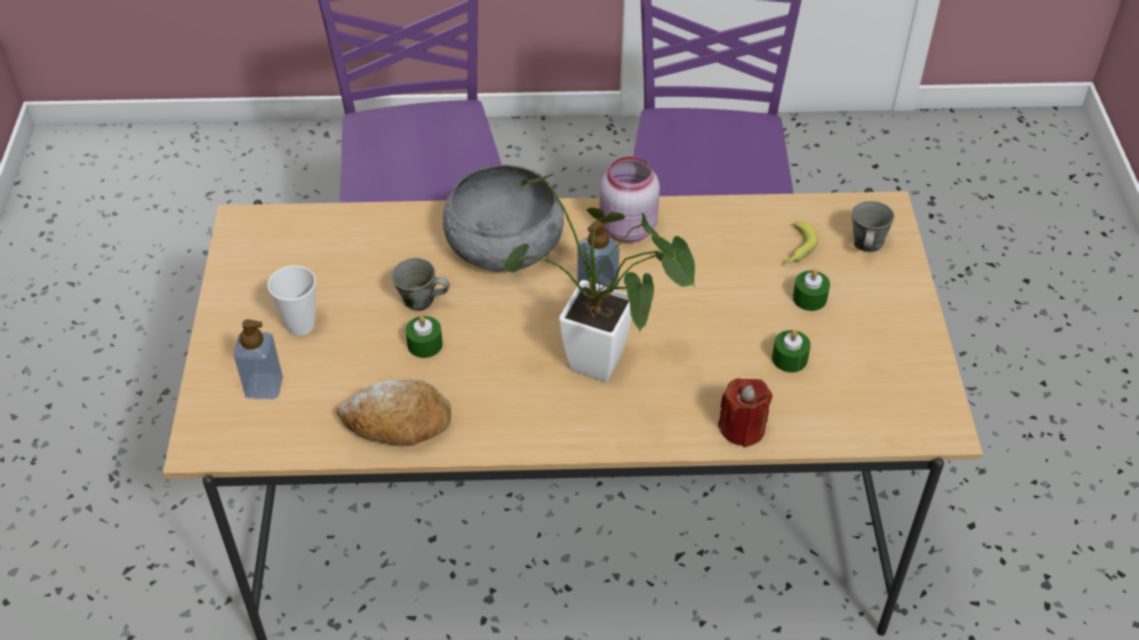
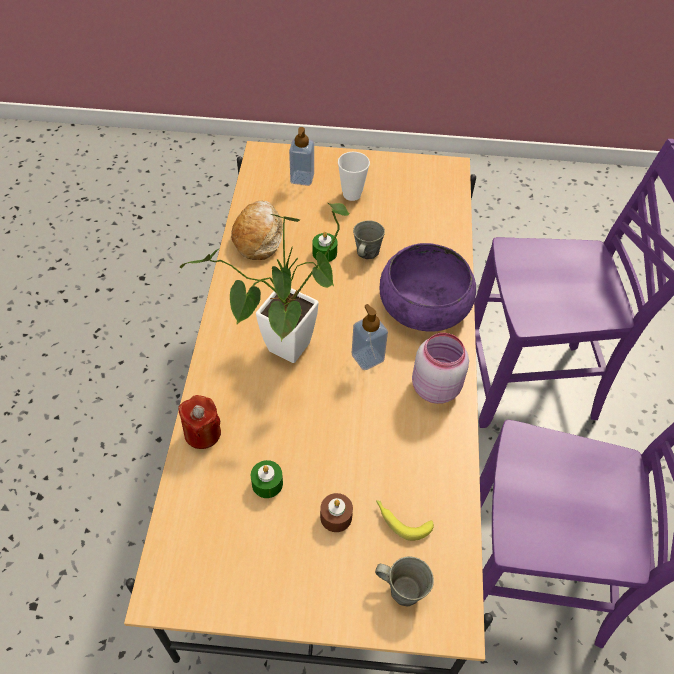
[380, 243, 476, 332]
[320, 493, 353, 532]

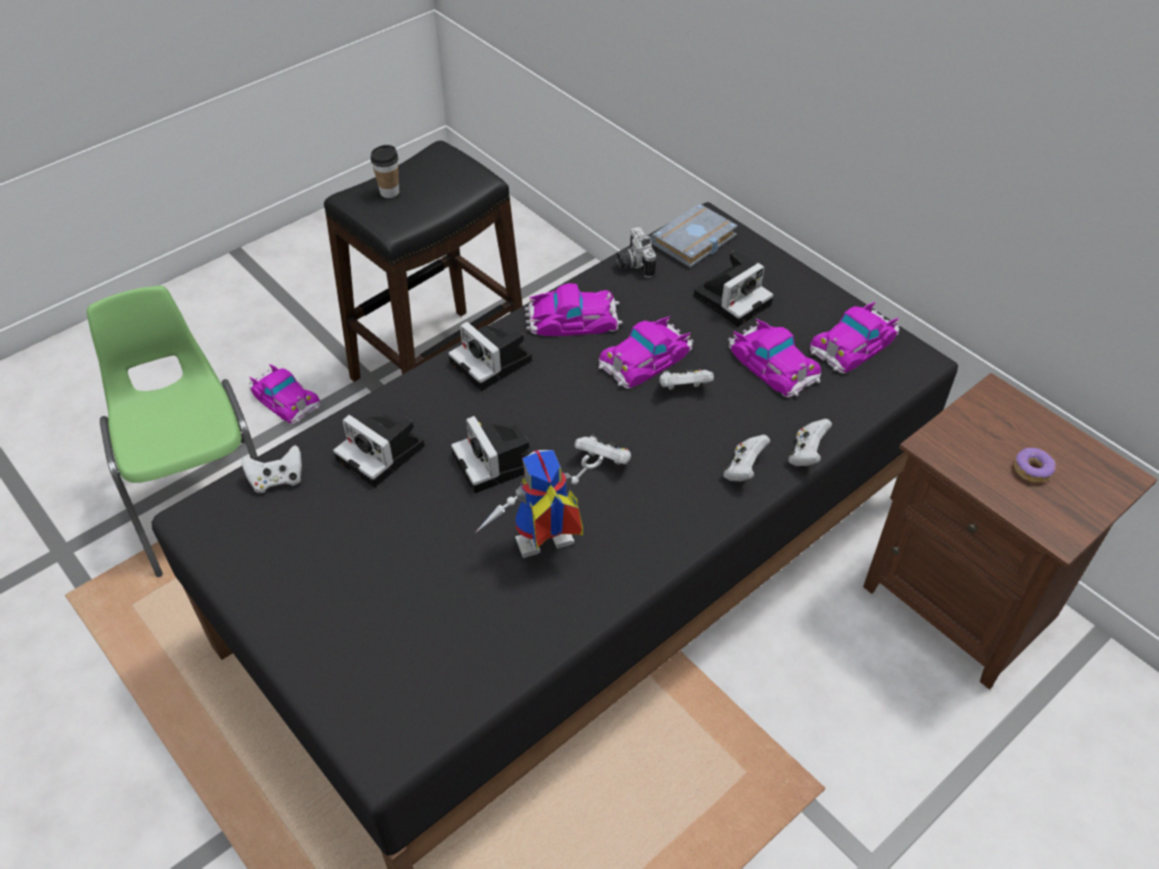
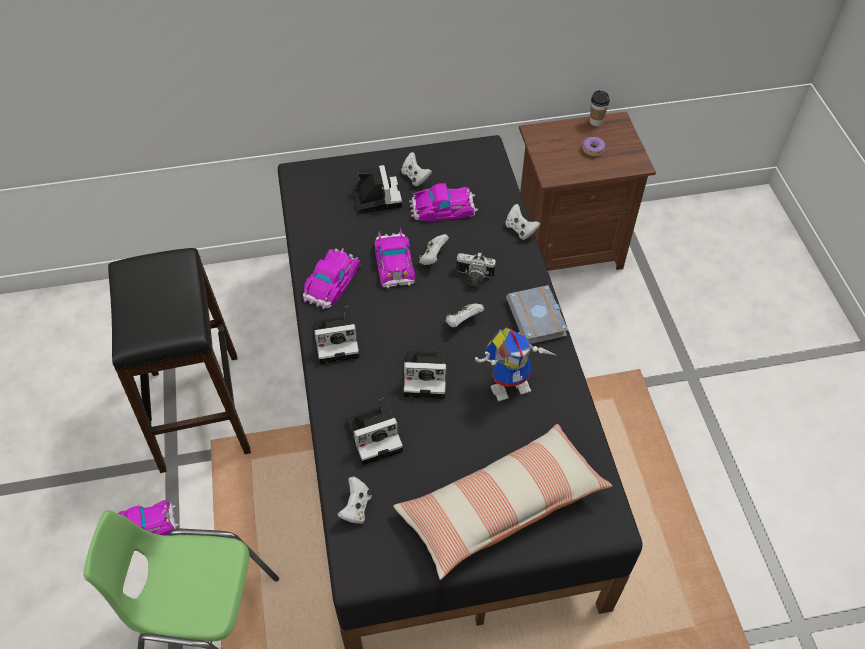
[590, 90, 610, 126]
[475, 328, 555, 401]
[456, 252, 496, 286]
[506, 285, 568, 344]
[401, 152, 432, 186]
[810, 302, 899, 374] (first image)
[393, 424, 612, 580]

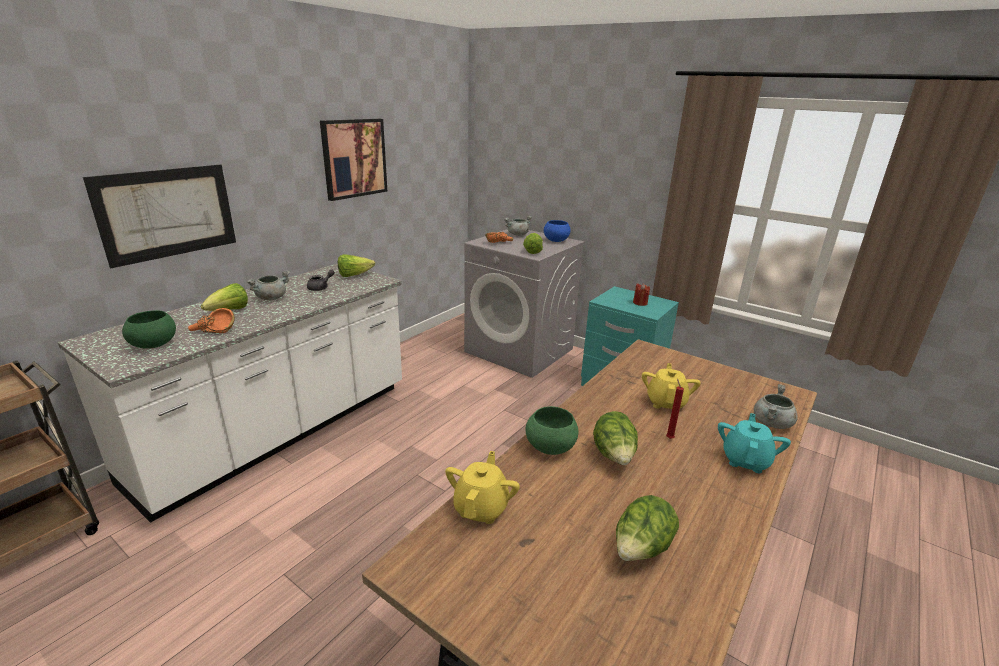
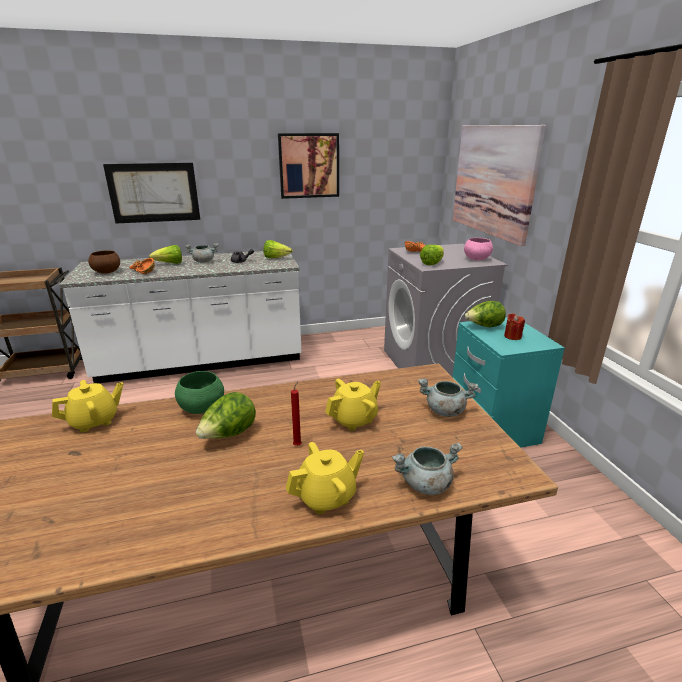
[88, 250, 120, 274]
[418, 379, 478, 417]
[464, 238, 493, 261]
[465, 301, 506, 327]
[286, 442, 364, 514]
[453, 125, 546, 246]

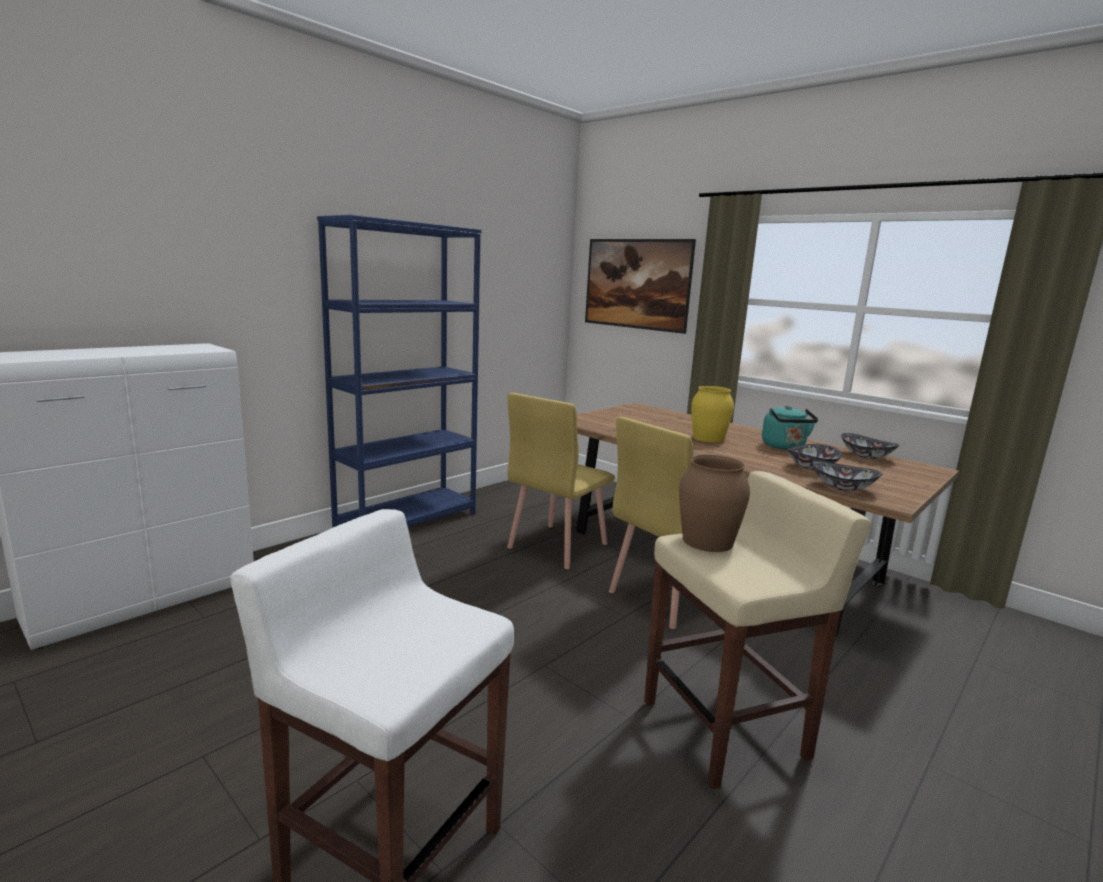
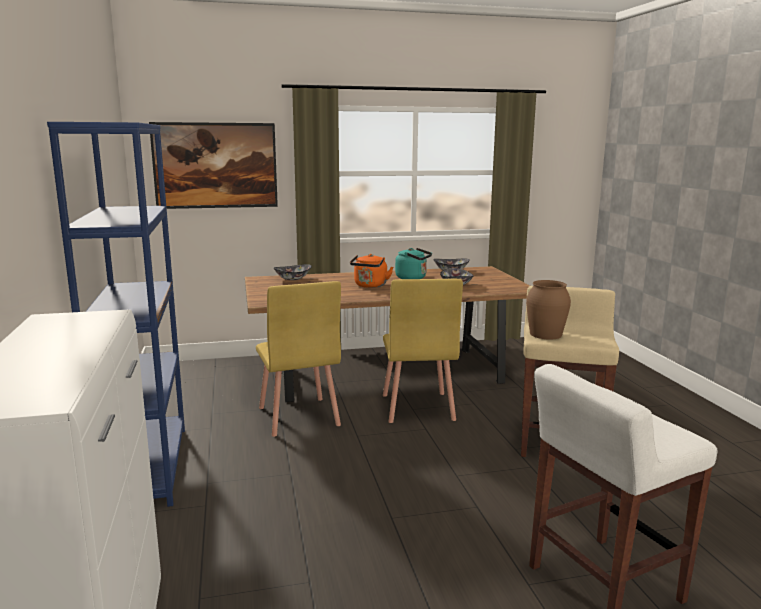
[350, 254, 393, 288]
[274, 264, 312, 280]

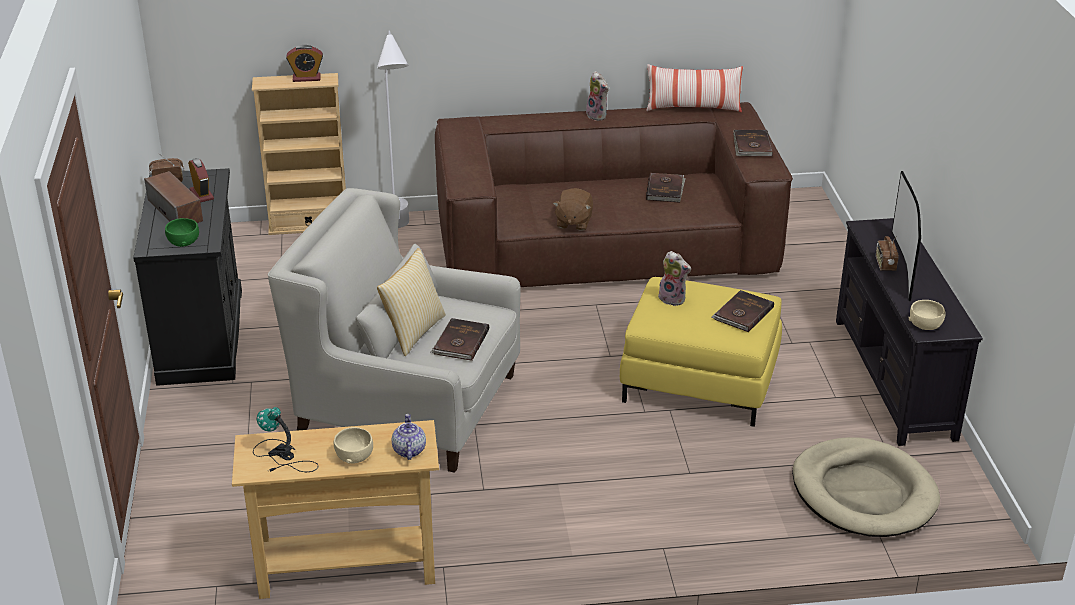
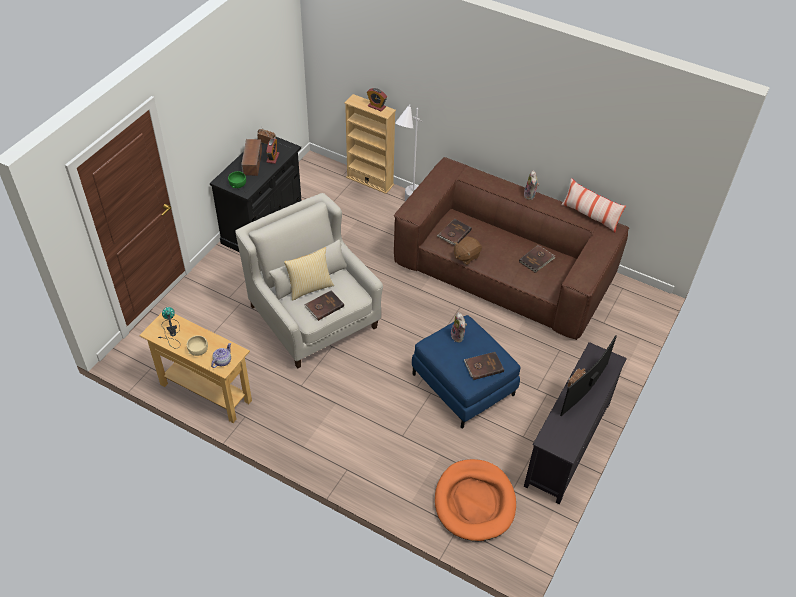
[412, 315, 521, 429]
[437, 219, 472, 246]
[435, 459, 516, 541]
[909, 300, 946, 330] (first image)

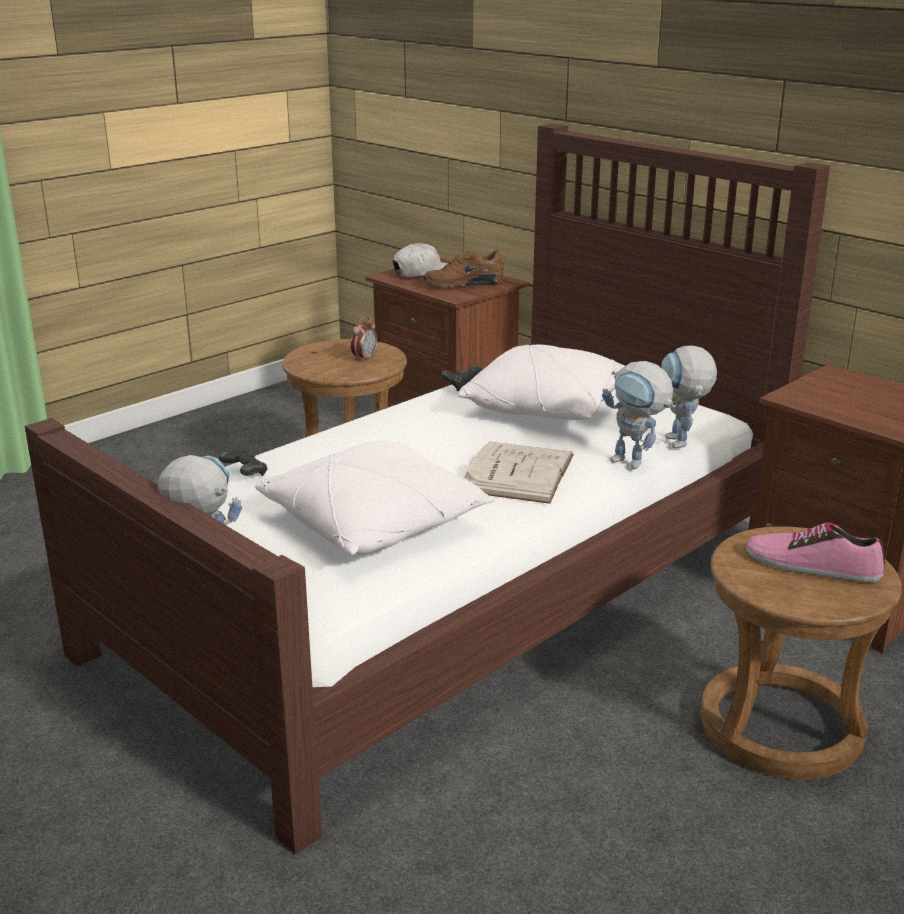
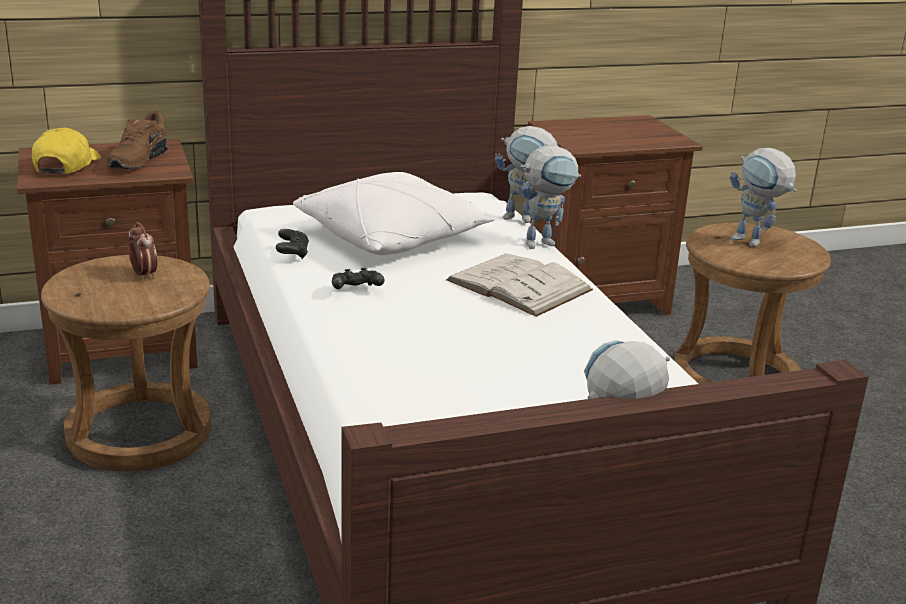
[332, 268, 385, 289]
[255, 440, 496, 555] (first image)
[32, 128, 101, 174]
[730, 148, 797, 247]

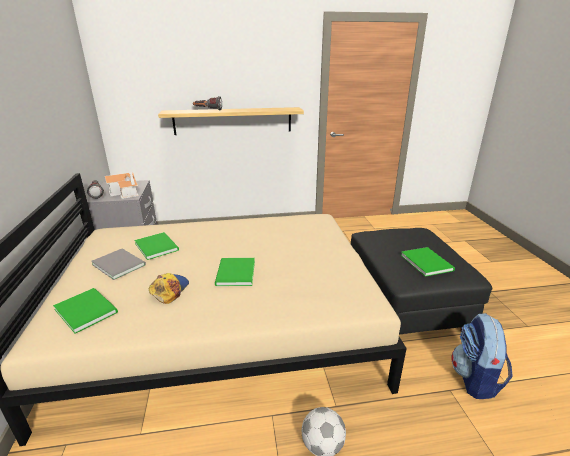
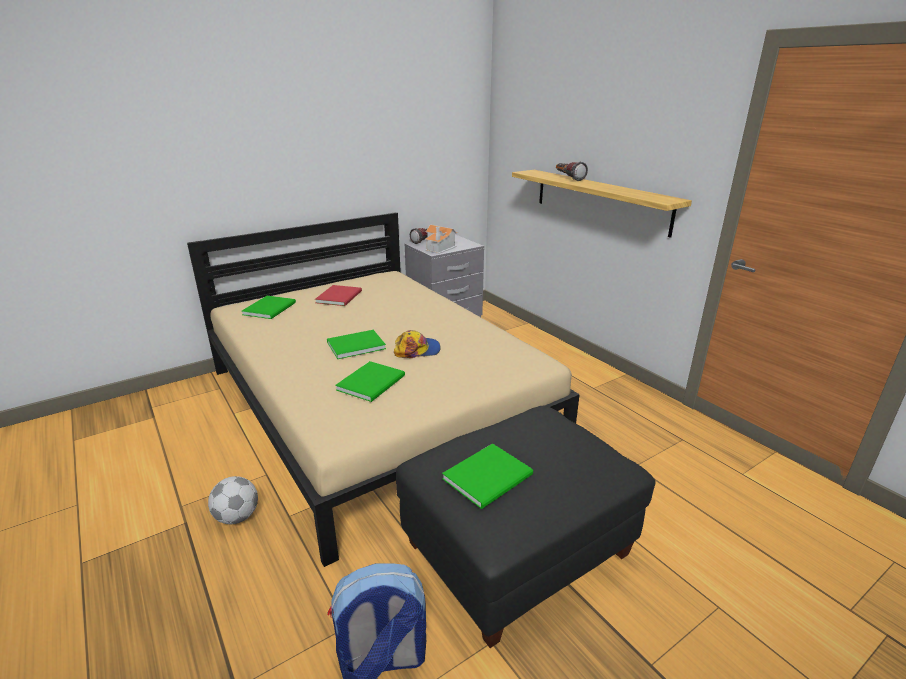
[315, 285, 362, 306]
[335, 361, 405, 402]
[394, 330, 441, 358]

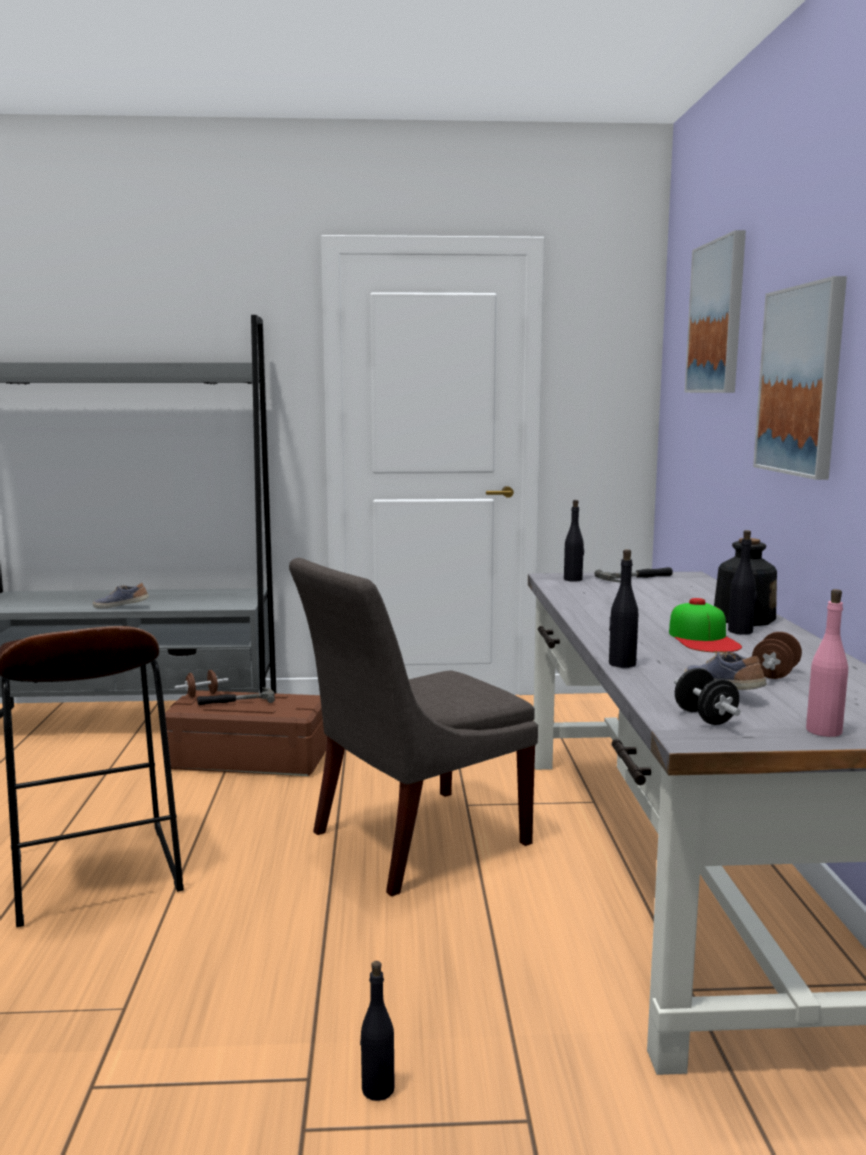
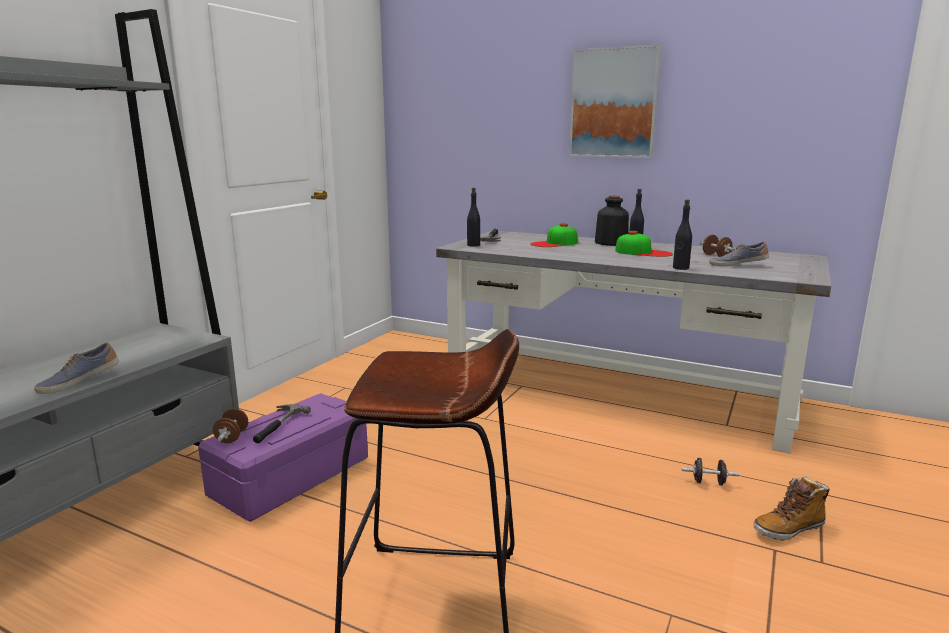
[198, 393, 368, 522]
[289, 558, 538, 896] (first image)
[753, 476, 830, 540]
[682, 458, 739, 486]
[684, 230, 746, 393] (first image)
[806, 589, 848, 737] (first image)
[530, 223, 578, 247]

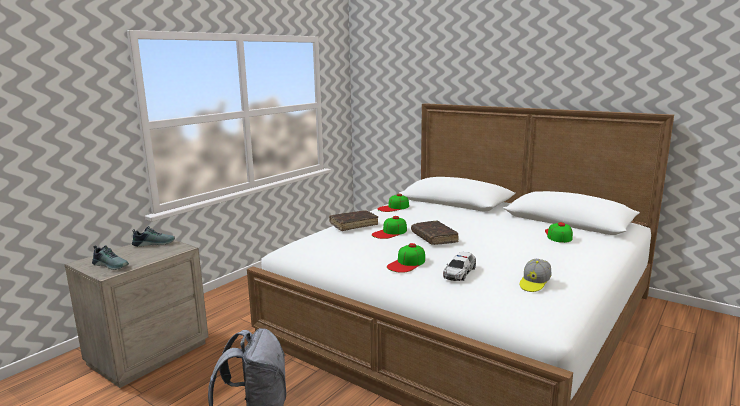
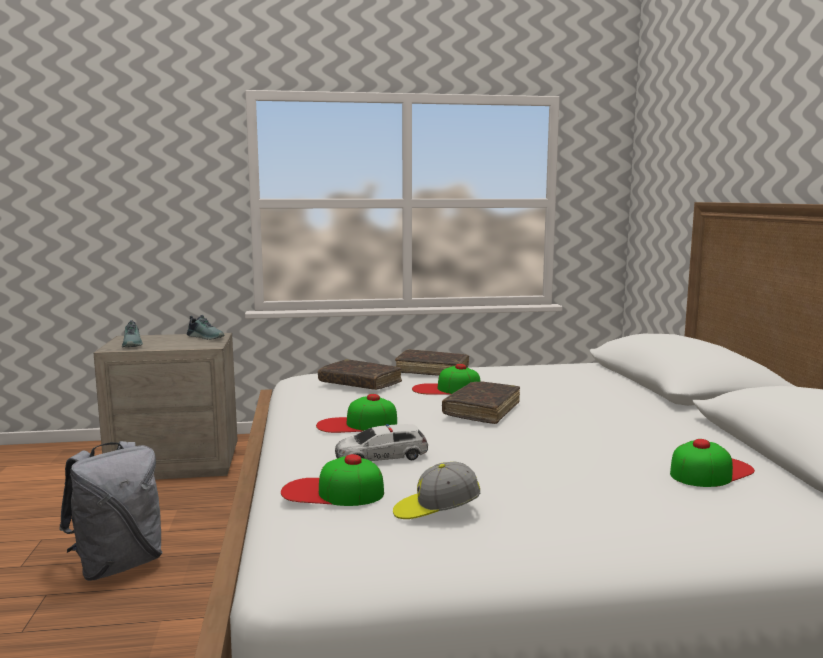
[281, 454, 384, 506]
[318, 359, 402, 390]

